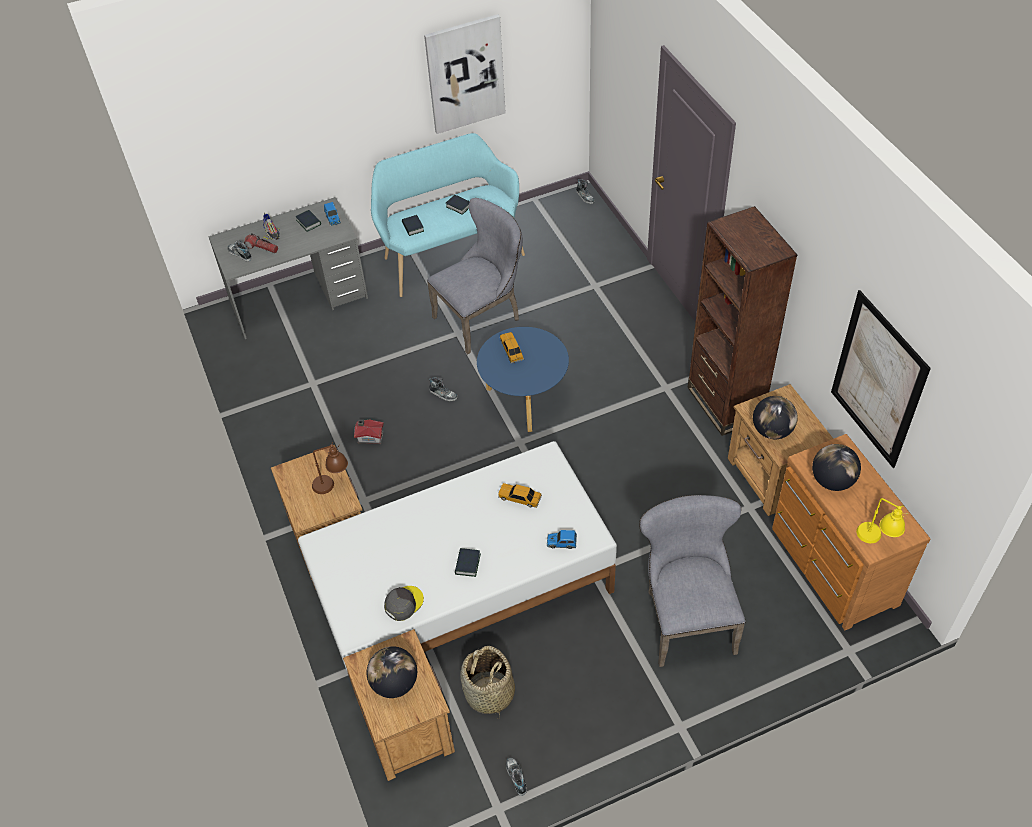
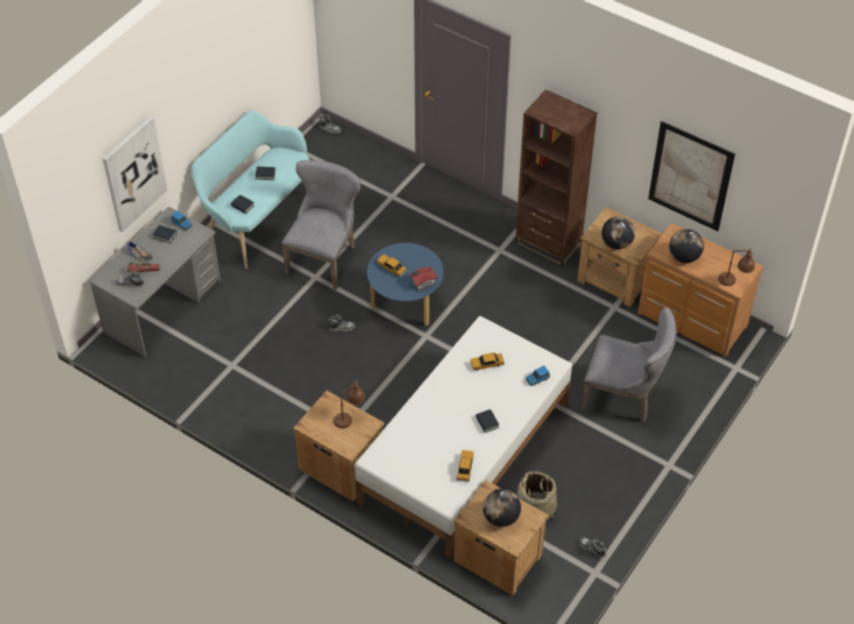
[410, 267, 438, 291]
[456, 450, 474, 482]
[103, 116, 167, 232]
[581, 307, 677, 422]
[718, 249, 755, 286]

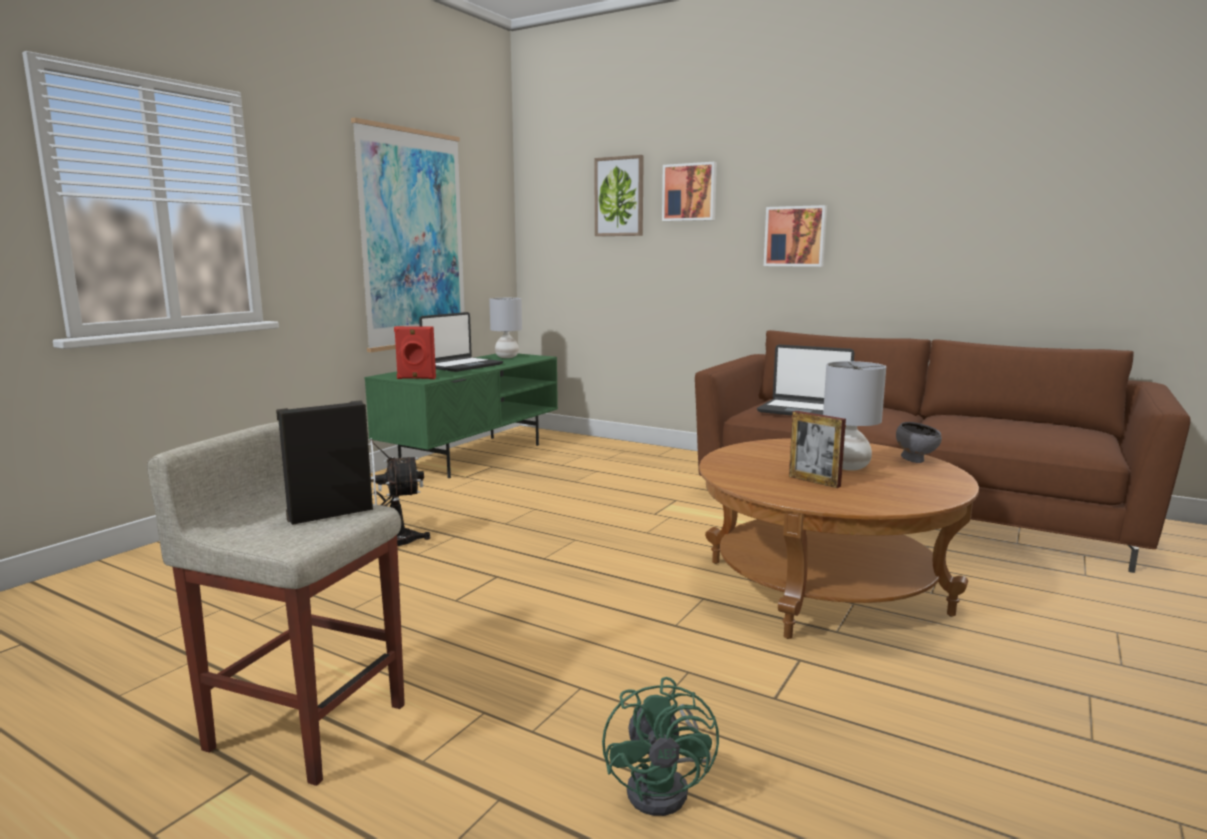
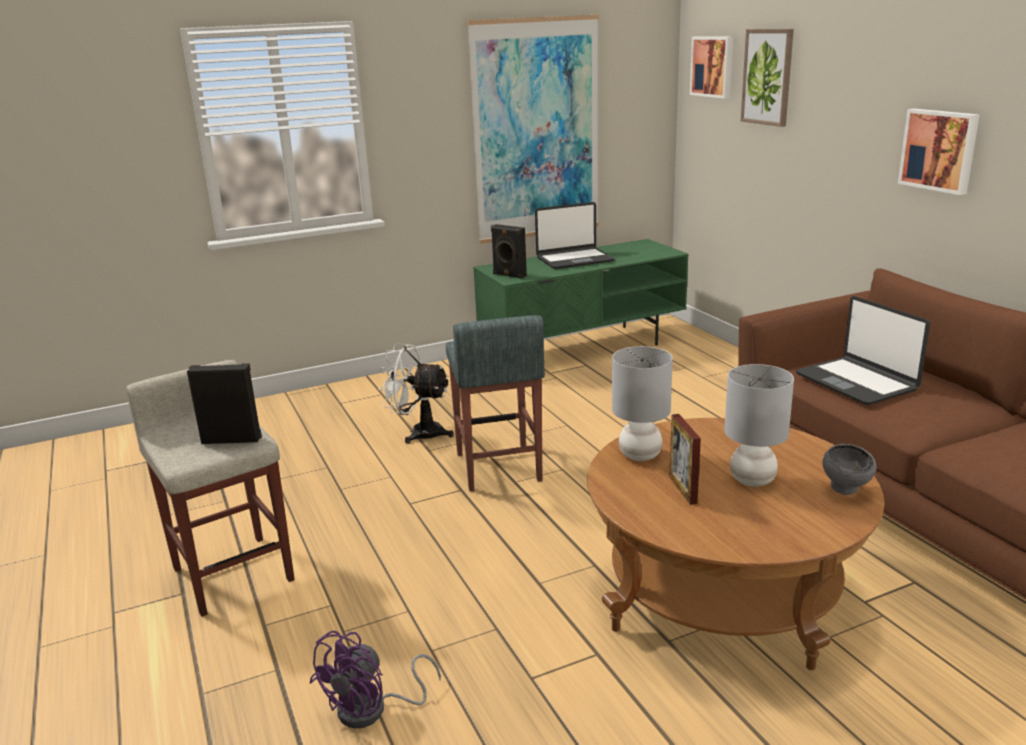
[491, 224, 527, 279]
[612, 346, 673, 461]
[309, 631, 441, 729]
[690, 36, 733, 98]
[446, 315, 545, 492]

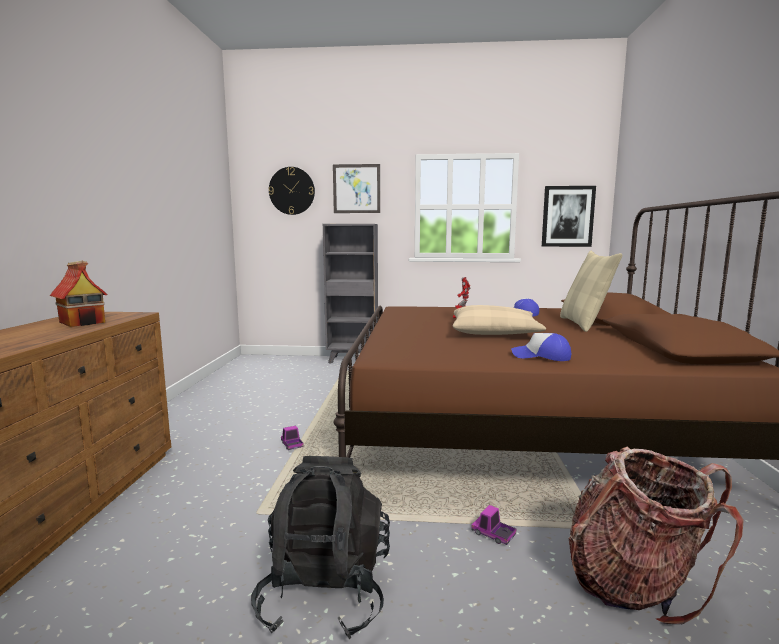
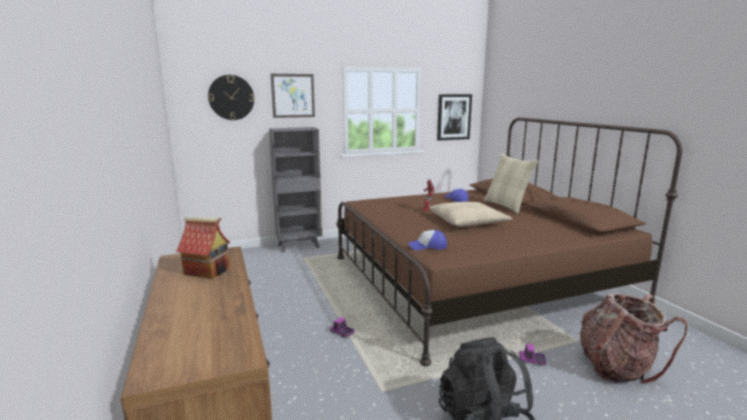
[408, 230, 447, 250]

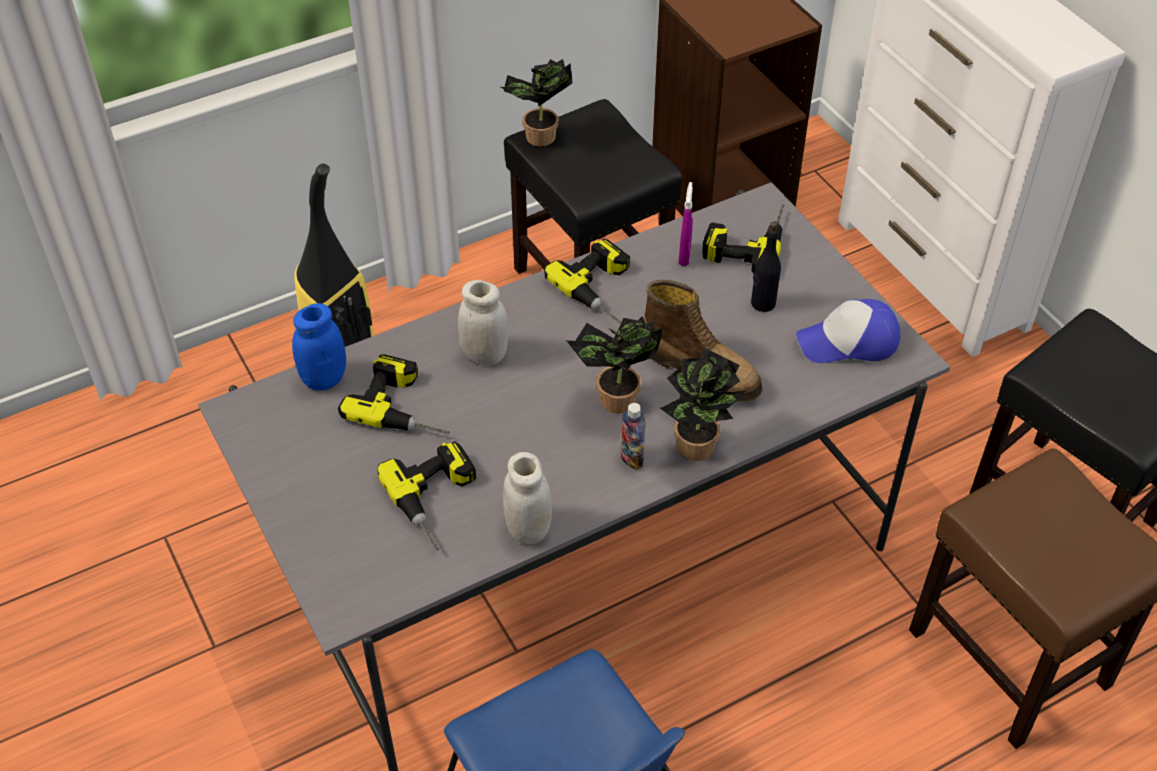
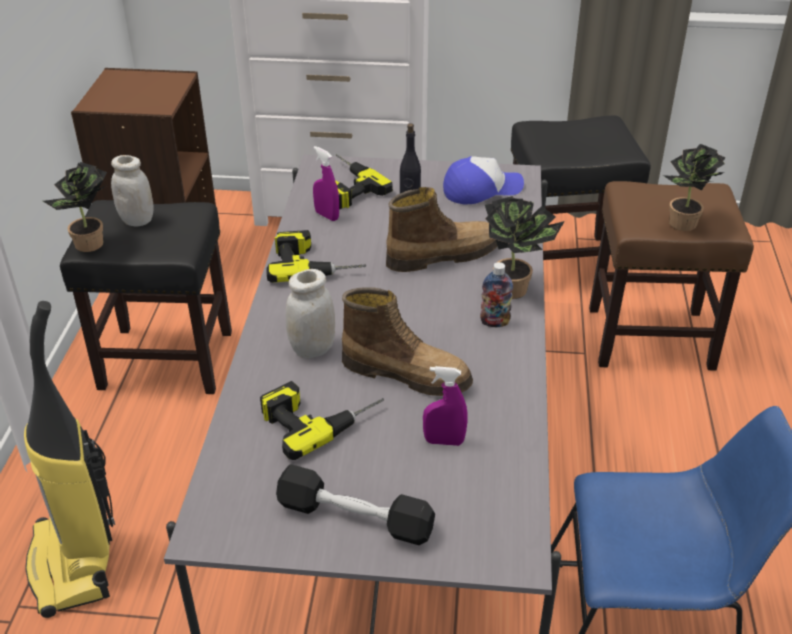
[292, 303, 346, 390] (first image)
[423, 366, 467, 446]
[111, 155, 154, 227]
[663, 144, 725, 231]
[443, 156, 524, 204]
[276, 464, 435, 545]
[342, 287, 473, 396]

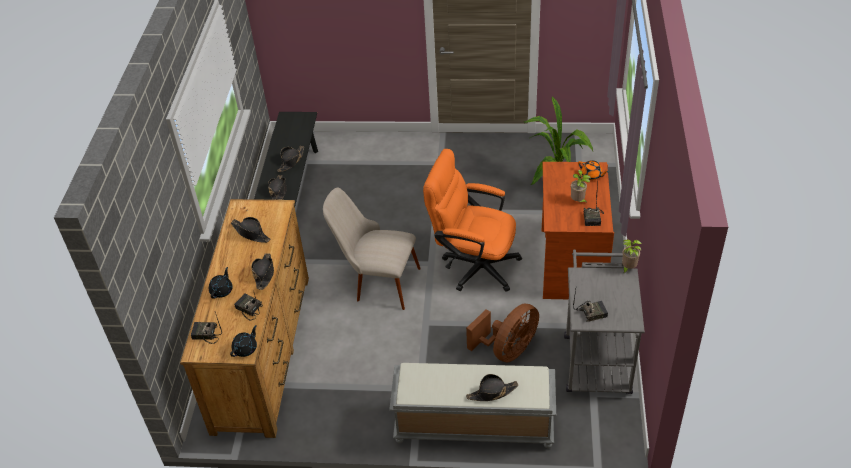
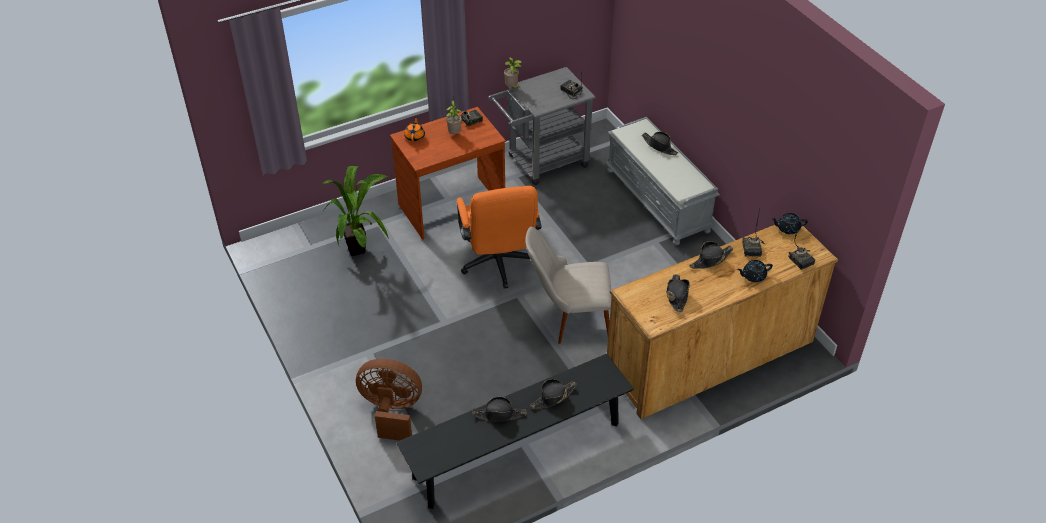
[525, 226, 612, 344]
[356, 359, 422, 441]

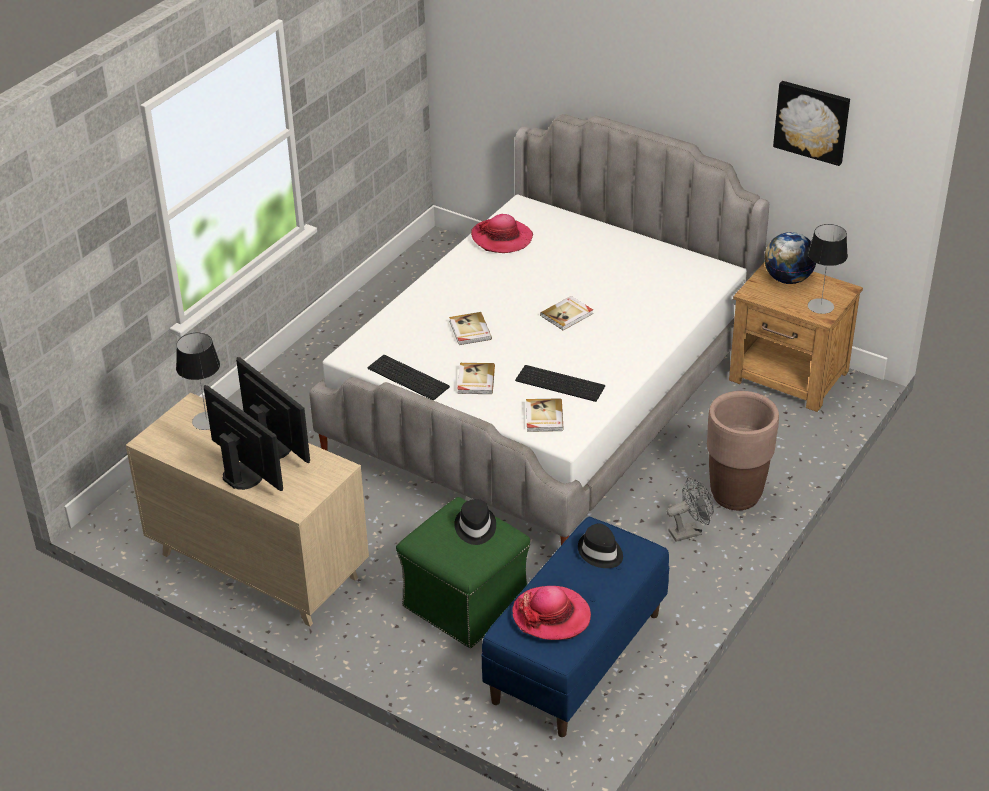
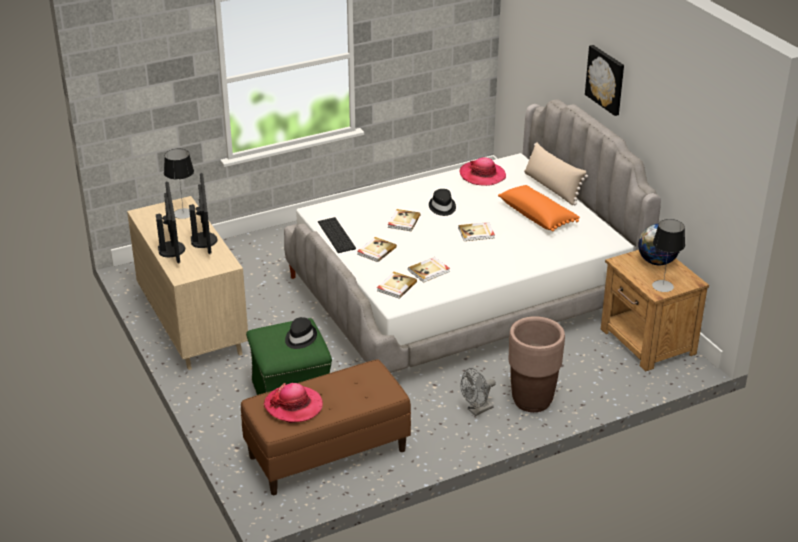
[241, 359, 411, 495]
[408, 257, 450, 283]
[429, 189, 456, 216]
[460, 368, 496, 416]
[585, 45, 624, 116]
[498, 185, 580, 232]
[524, 142, 588, 205]

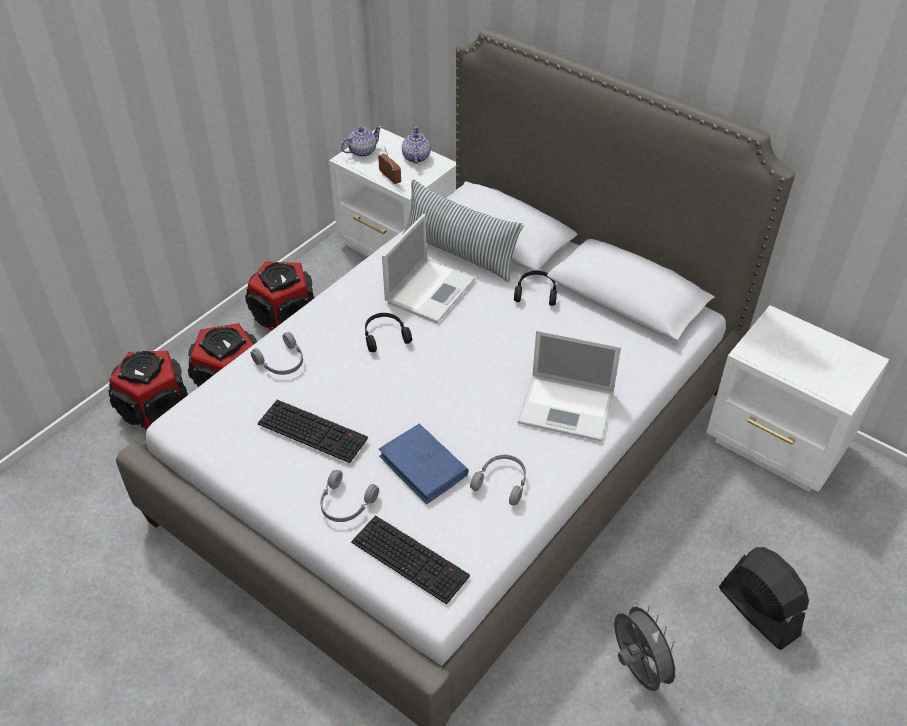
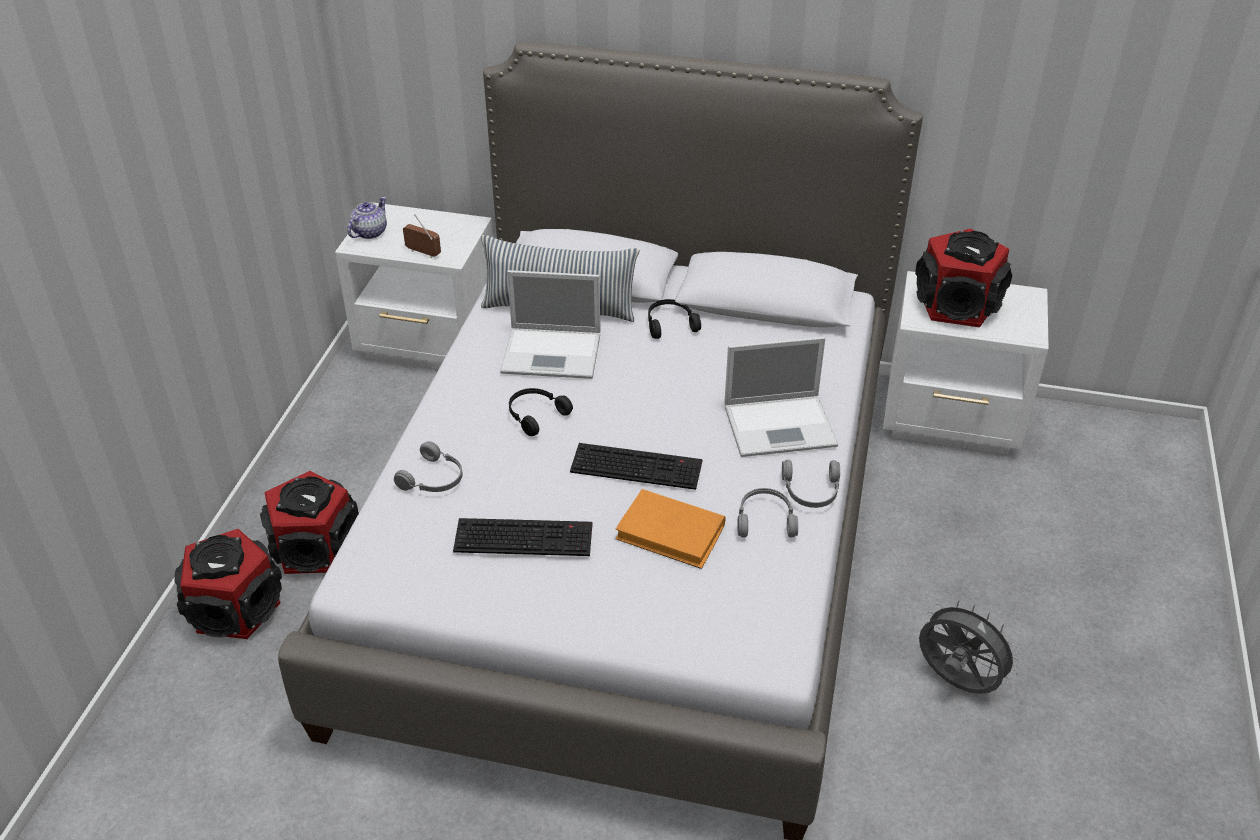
[915, 229, 1012, 327]
[782, 460, 840, 508]
[570, 443, 702, 490]
[616, 489, 726, 569]
[500, 270, 601, 379]
[402, 126, 431, 164] (first image)
[719, 547, 809, 650] (first image)

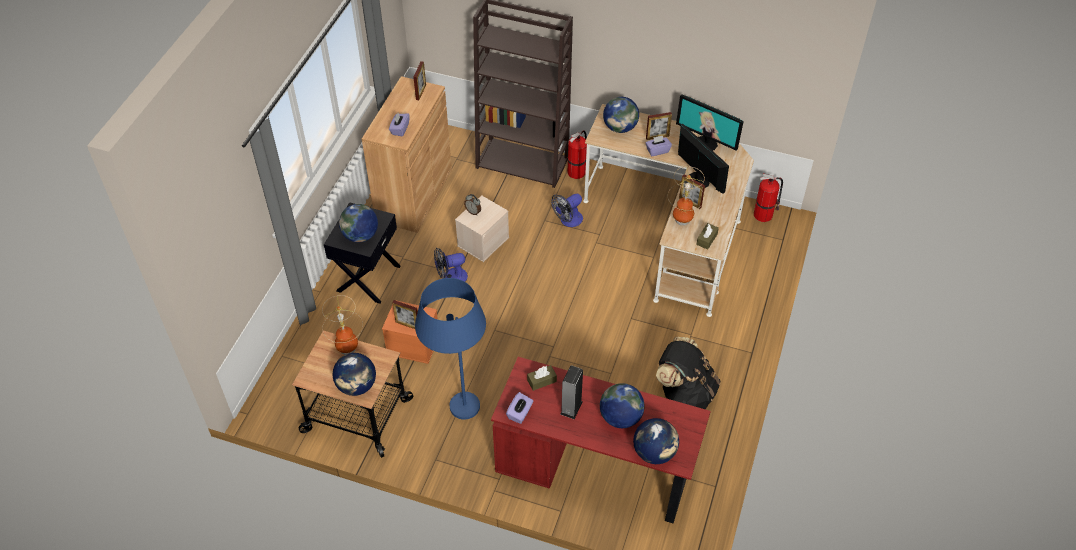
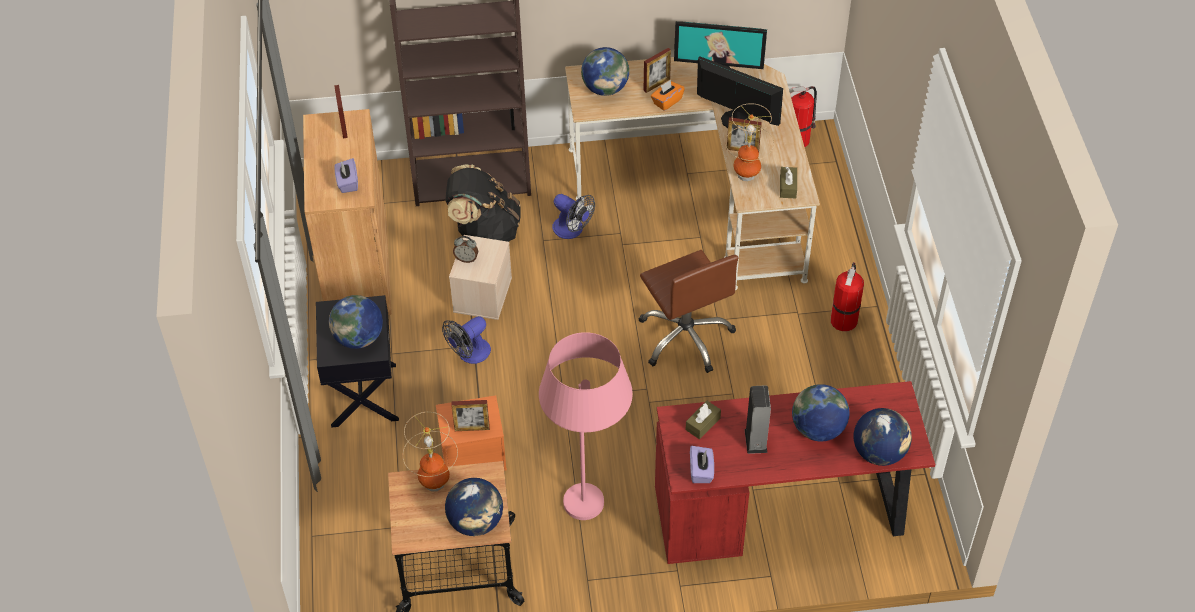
[539, 332, 633, 520]
[552, 194, 595, 239]
[831, 262, 864, 331]
[651, 80, 685, 111]
[446, 165, 521, 242]
[639, 250, 738, 373]

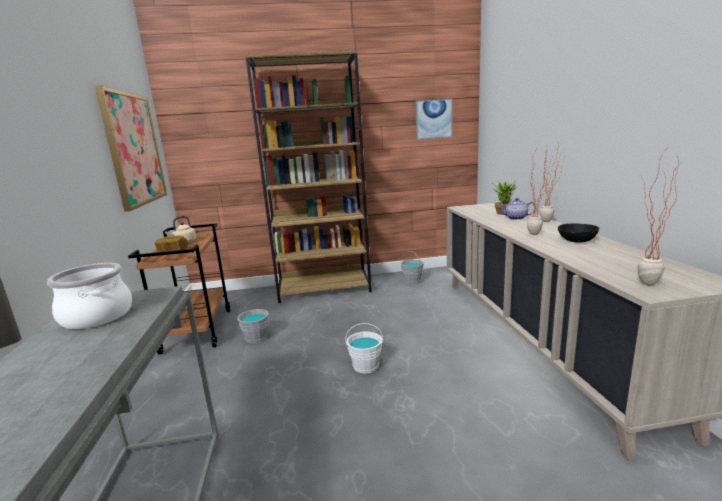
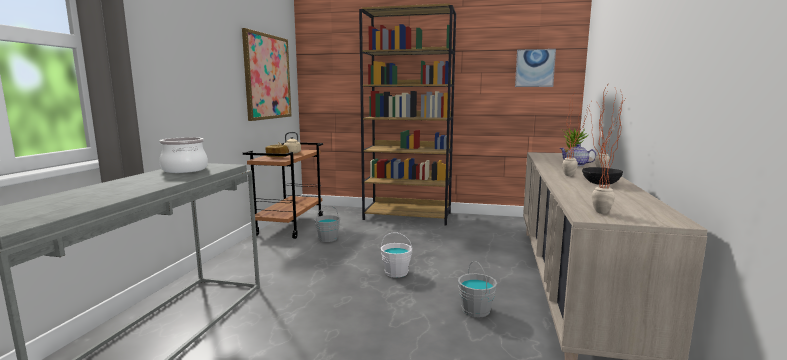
[458, 261, 497, 318]

